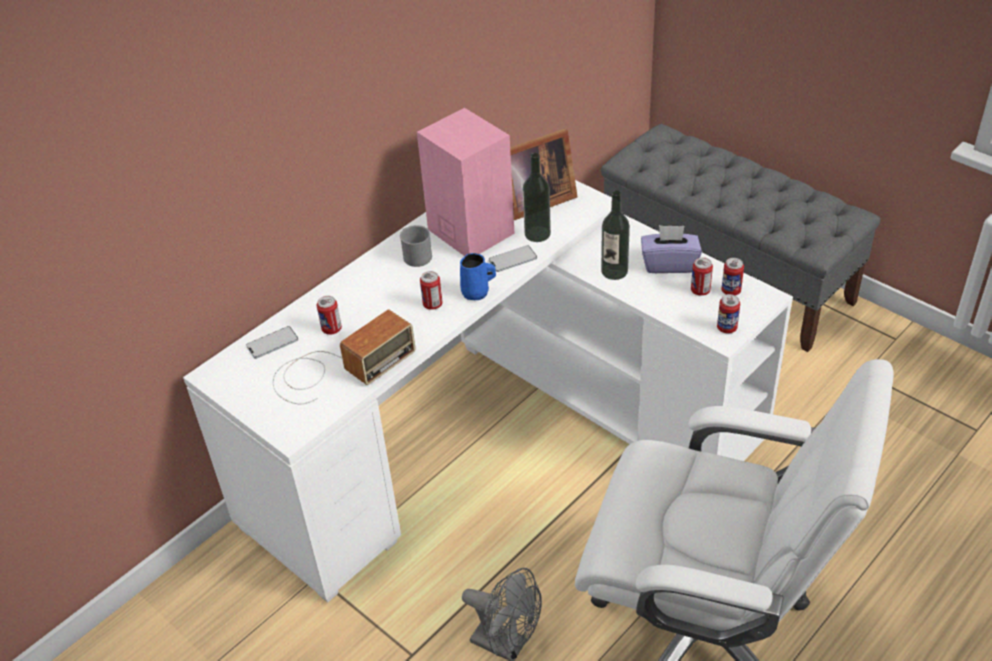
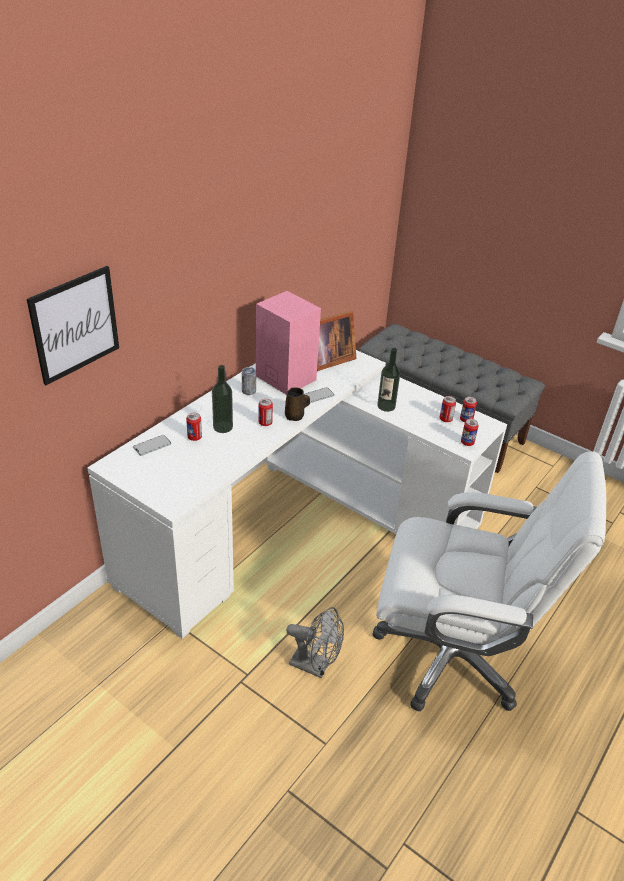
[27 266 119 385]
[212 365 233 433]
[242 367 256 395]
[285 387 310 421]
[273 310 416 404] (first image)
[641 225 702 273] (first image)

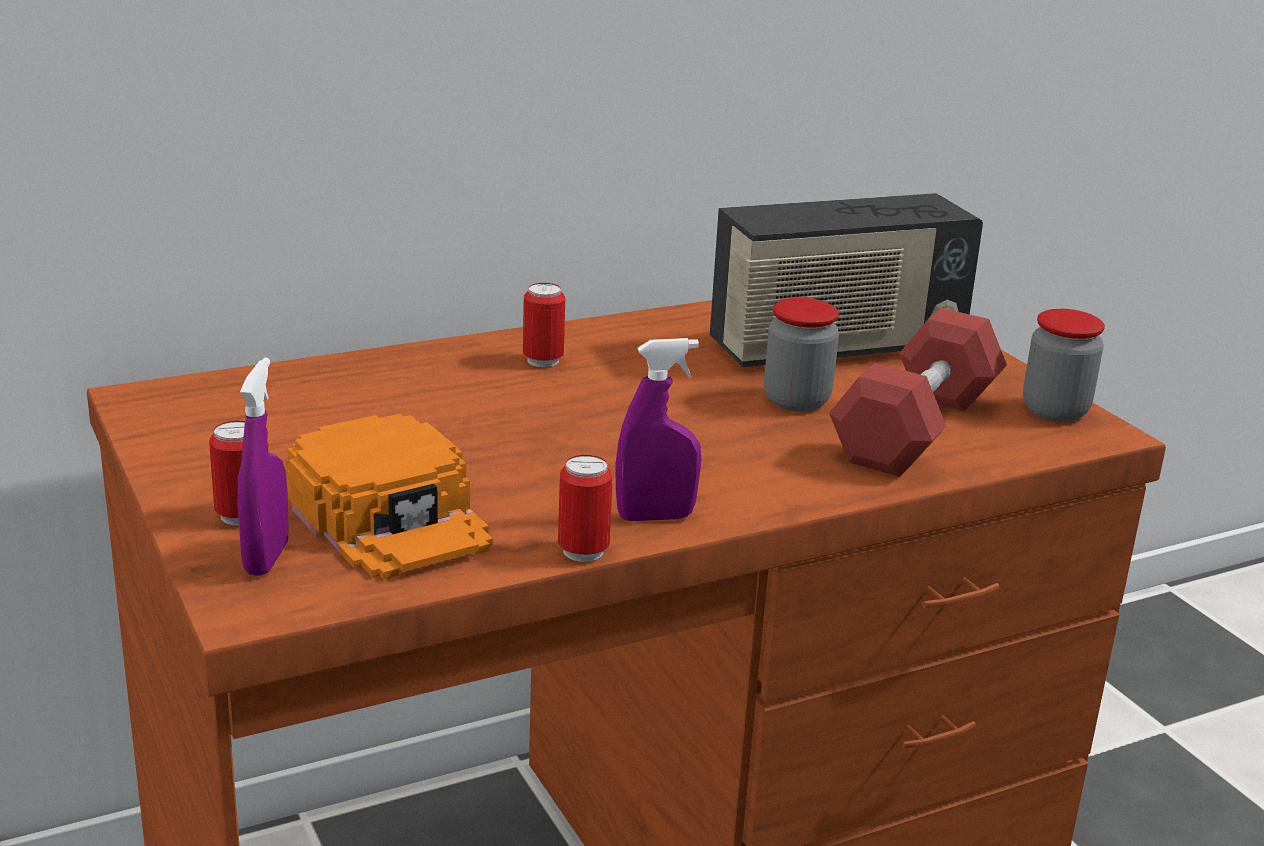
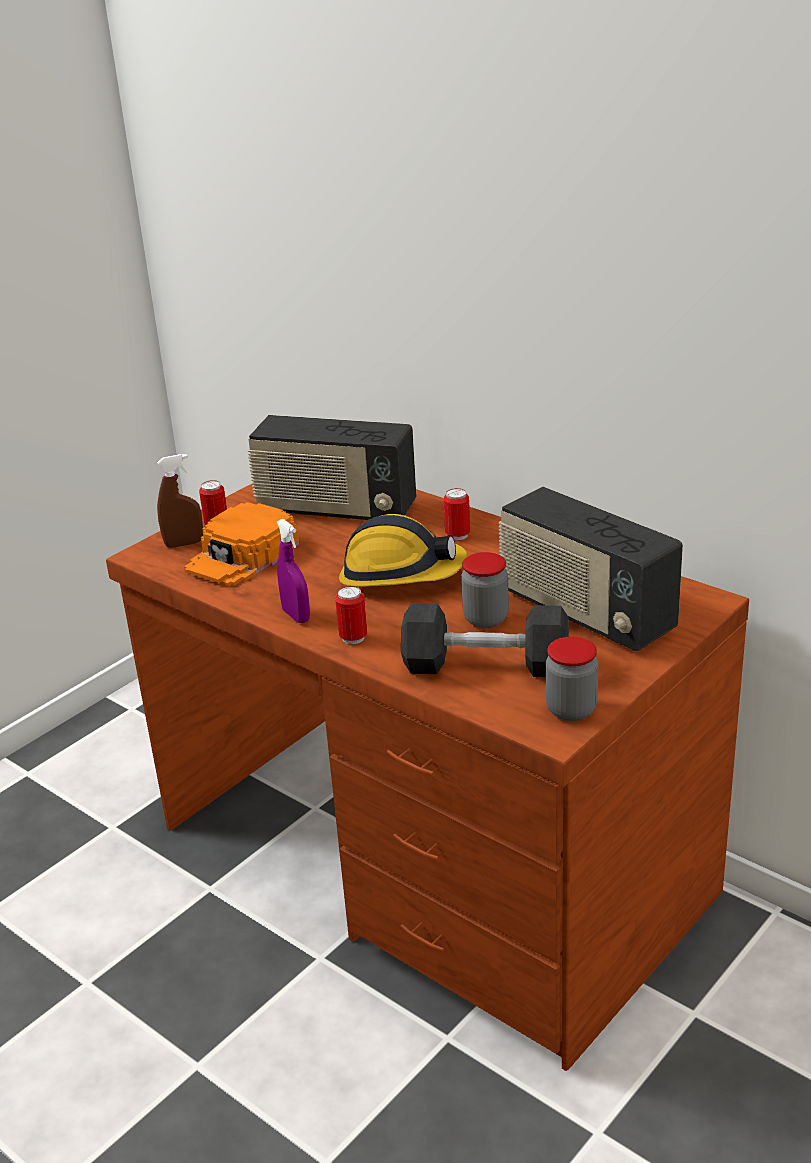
[157 454 203 548]
[248 415 416 520]
[335 586 367 644]
[339 514 467 587]
[401 603 569 677]

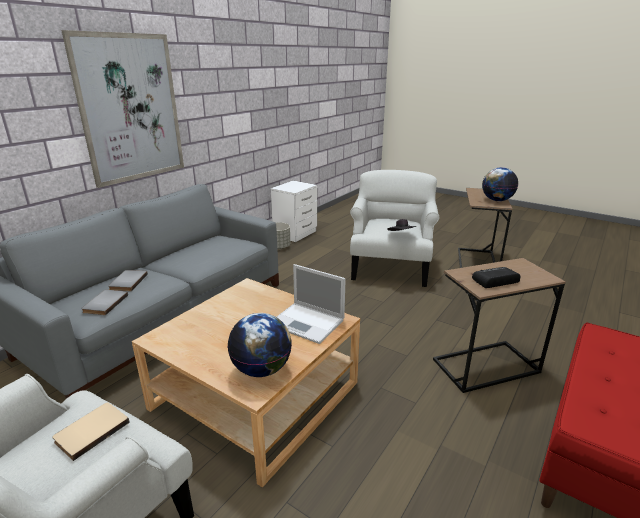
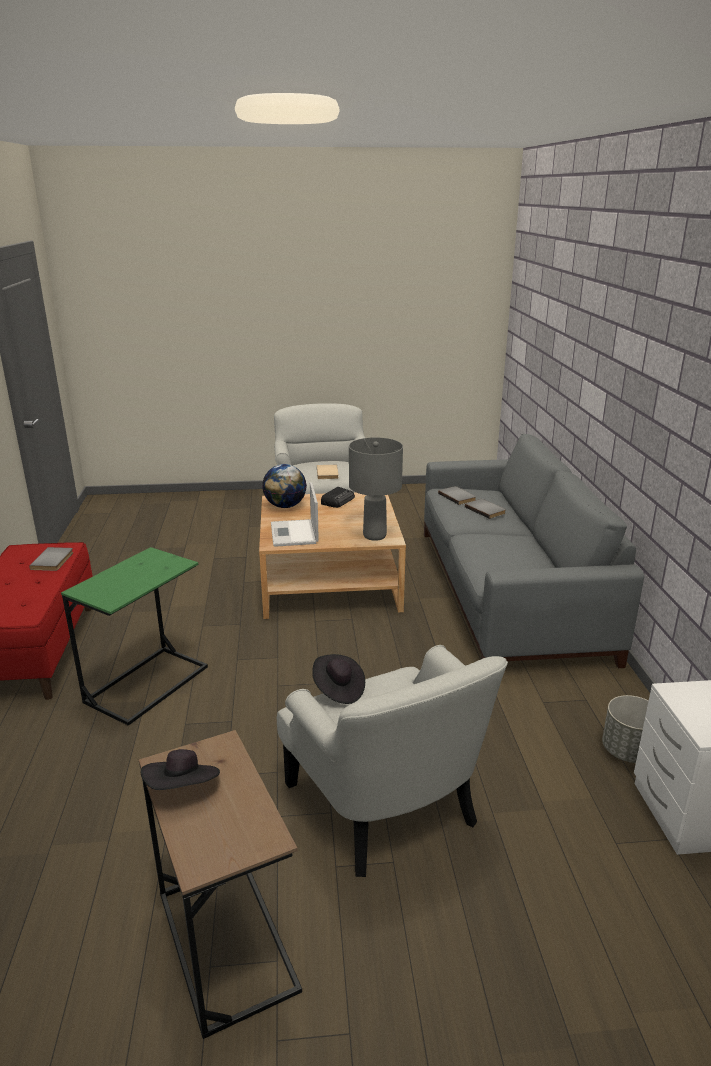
[29 547 73 571]
[61 547 208 726]
[141 749 220 790]
[271 482 319 547]
[321 487 355 508]
[349 438 403 541]
[61 30 184 188] (first image)

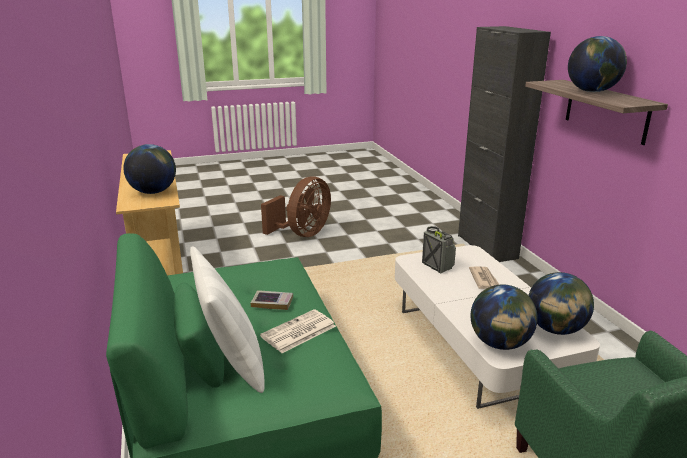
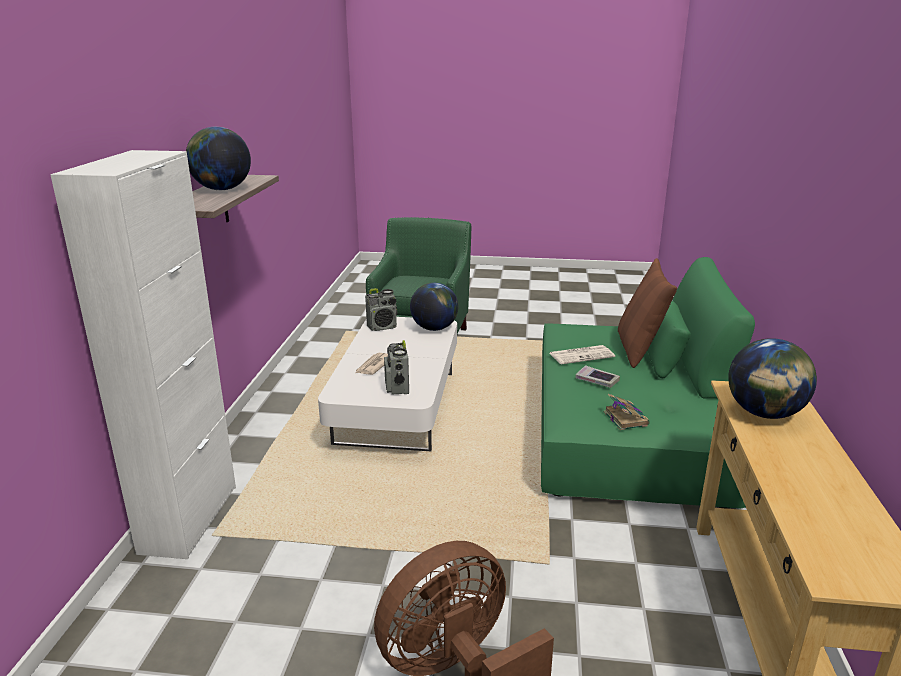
[50 150 236 559]
[365 288 397 331]
[604 394 650 430]
[618 258 677 368]

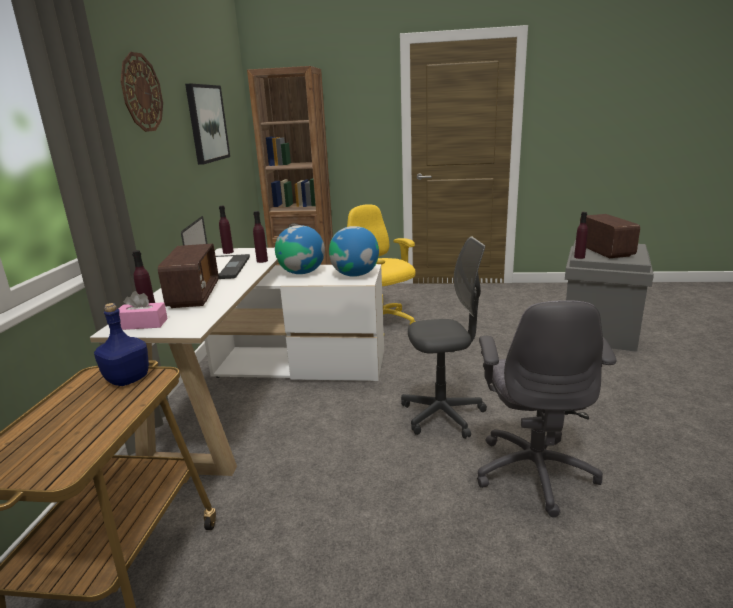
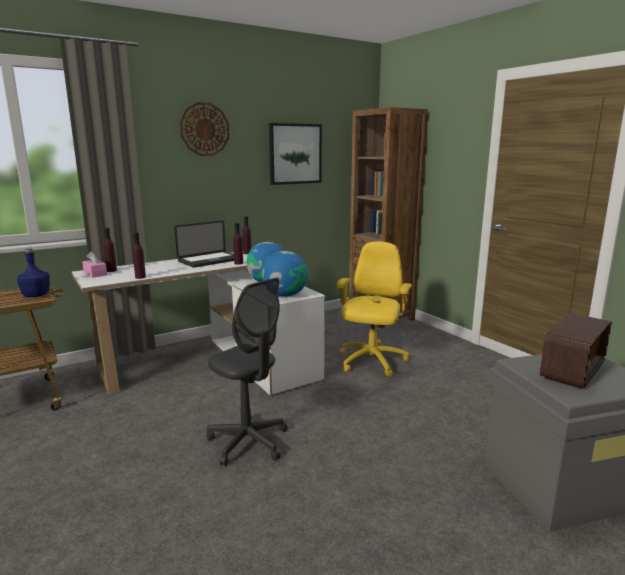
[133 232 146 279]
[158 244 219 308] (first image)
[477 300 616 517] (first image)

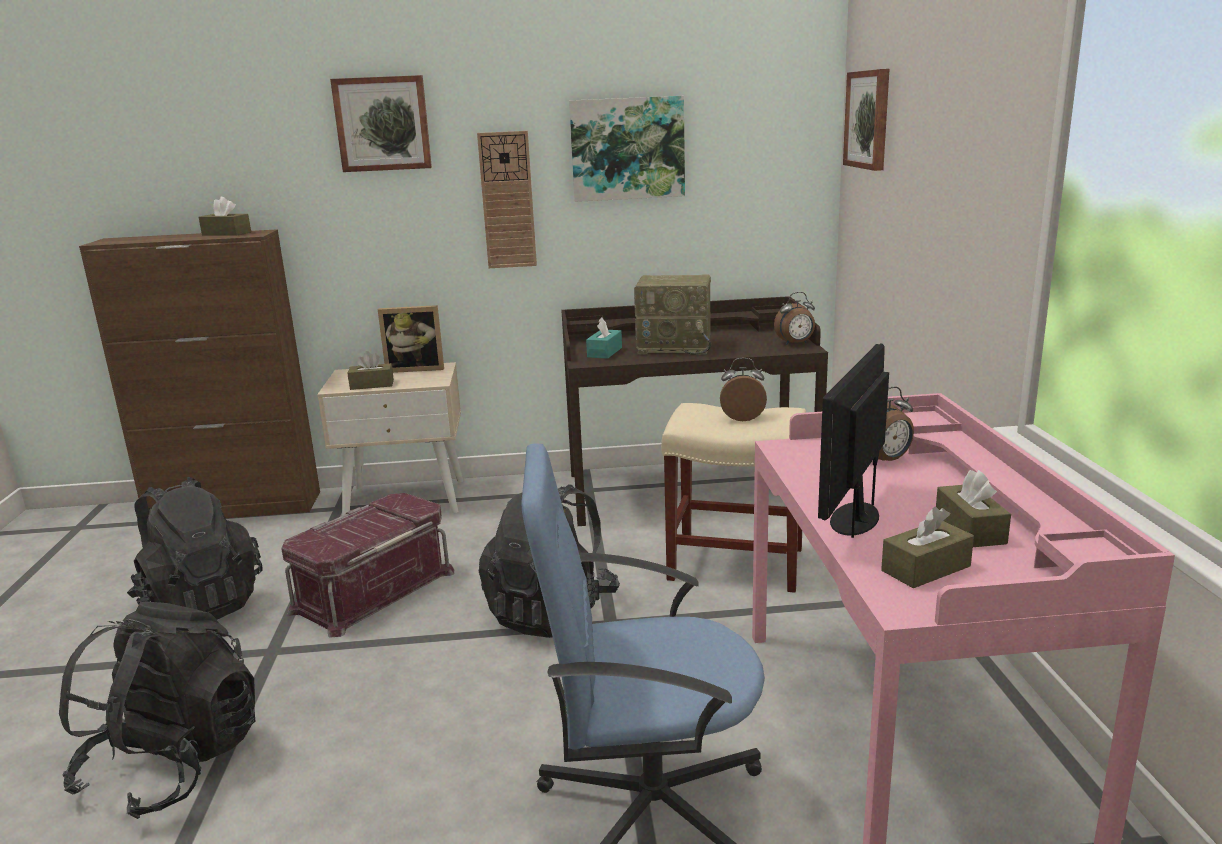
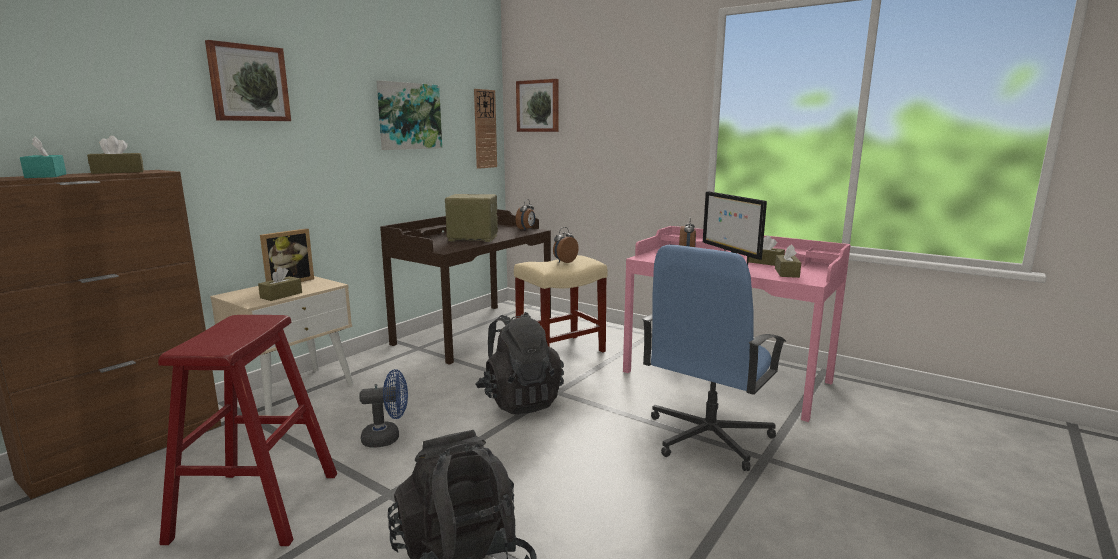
[20 136 67 178]
[158 315 337 546]
[359 369 408 448]
[445 194 498 242]
[474 89 497 169]

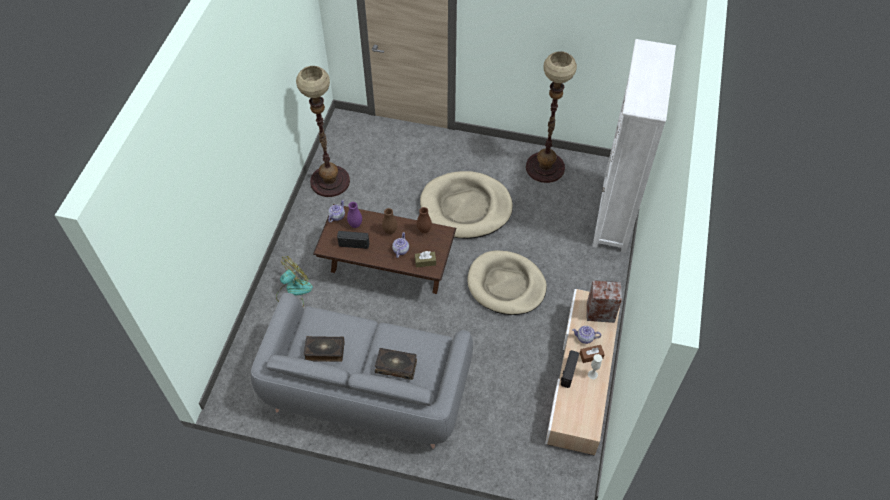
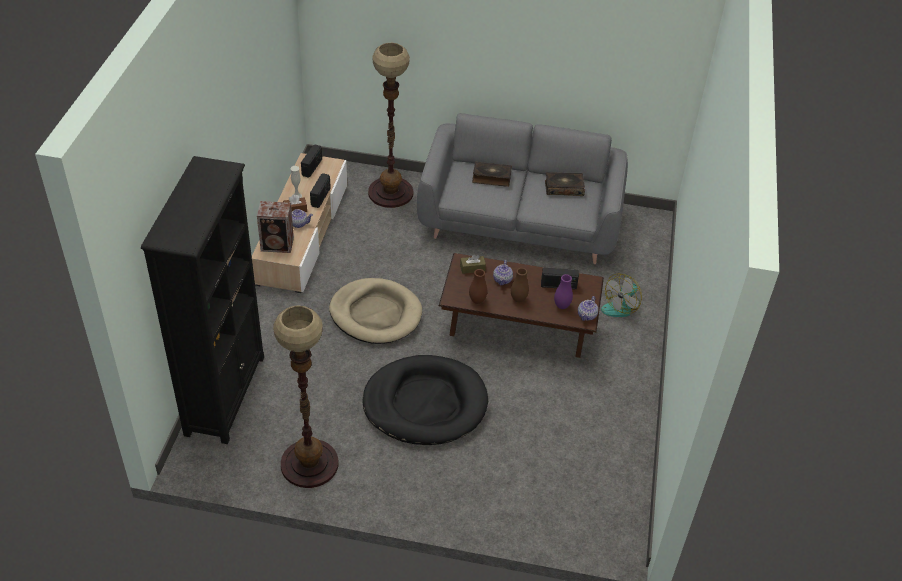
[141 156 264 444]
[301 145 322 178]
[362 355 489 445]
[368 43 413 208]

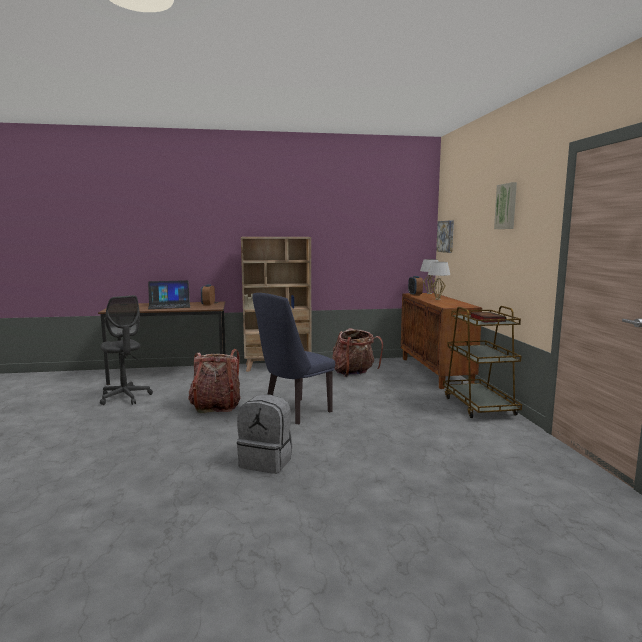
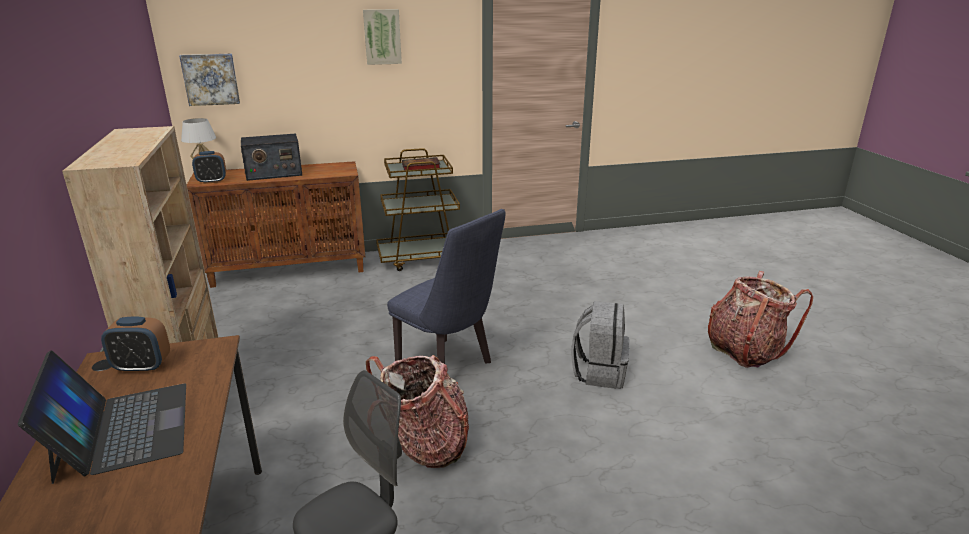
[241 133 303 181]
[708 271 813 368]

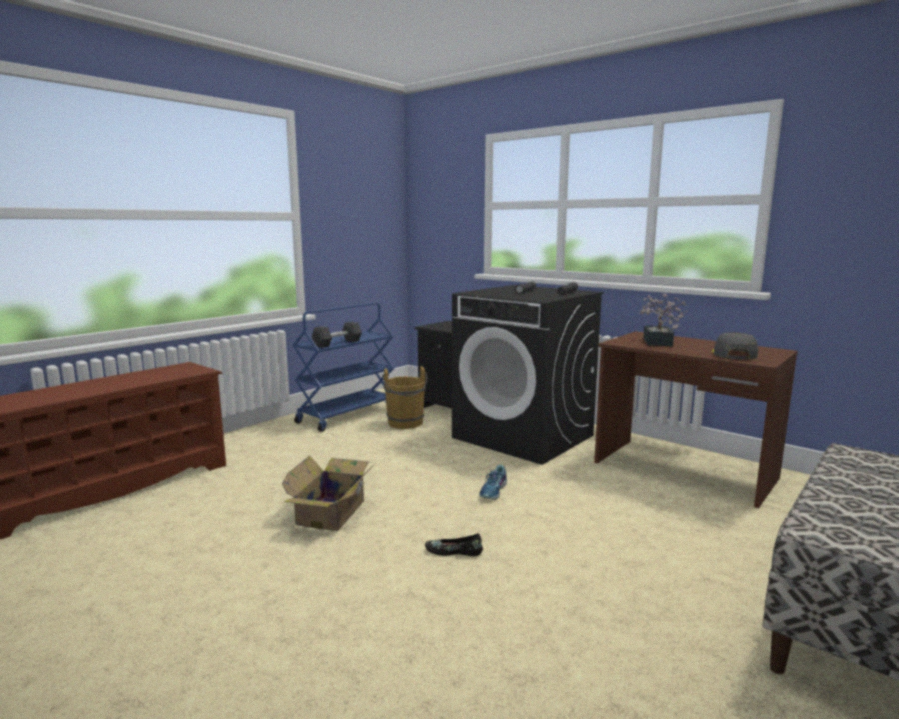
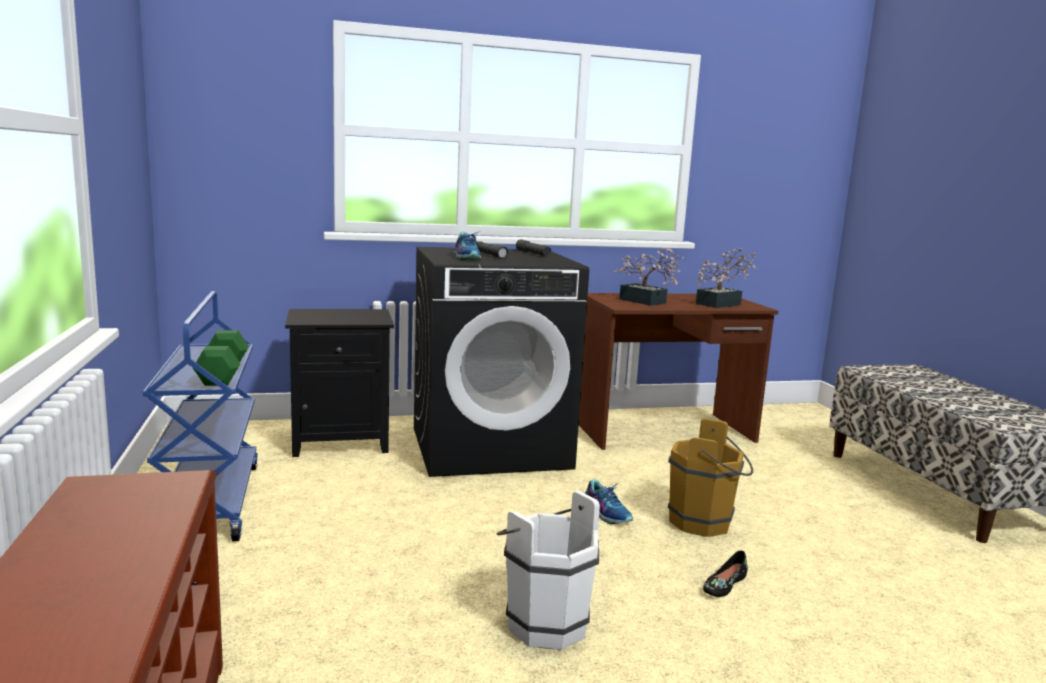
[193 330 249 386]
[454 231 481 260]
[497 490 600 650]
[668 418 753 537]
[696 248 756 308]

